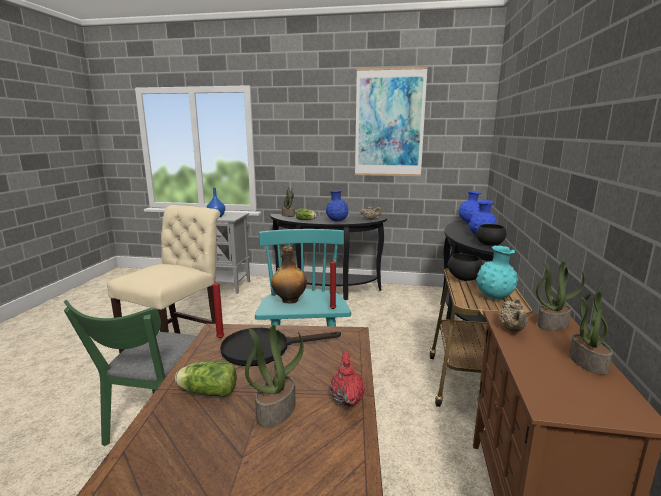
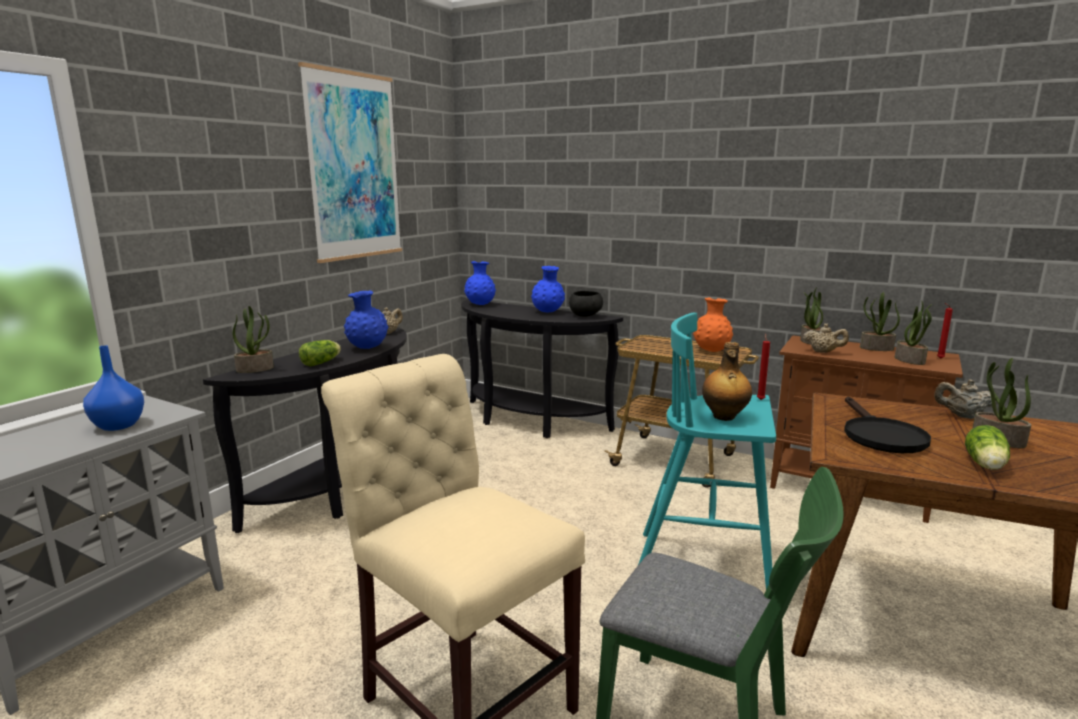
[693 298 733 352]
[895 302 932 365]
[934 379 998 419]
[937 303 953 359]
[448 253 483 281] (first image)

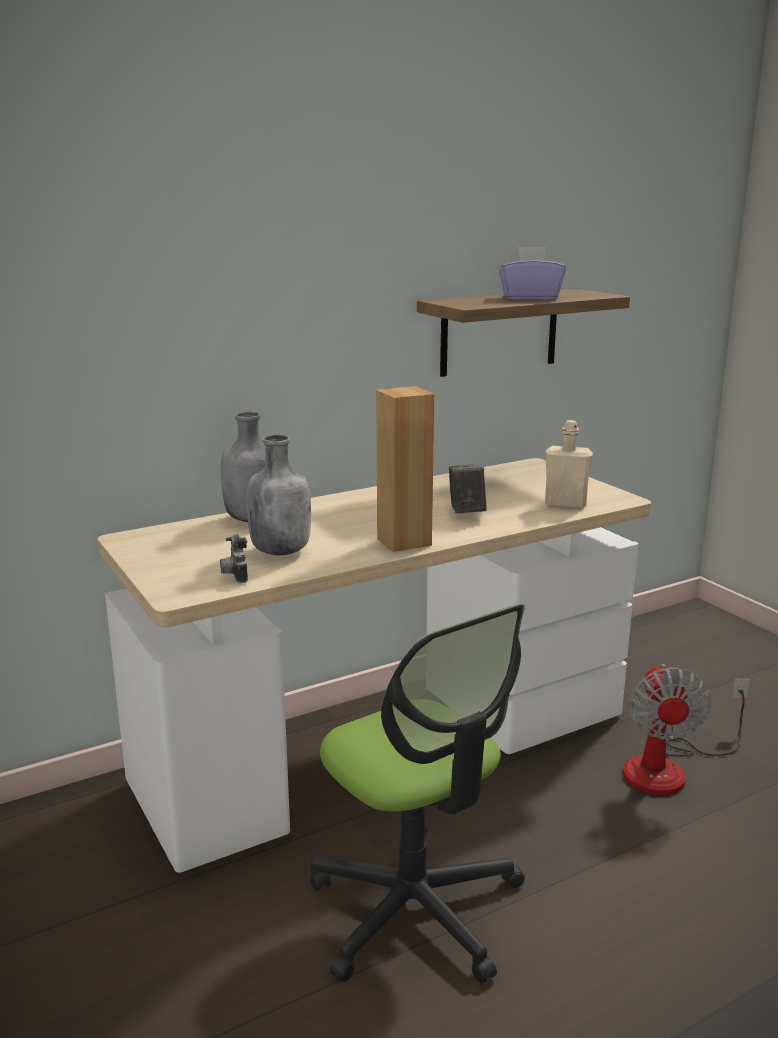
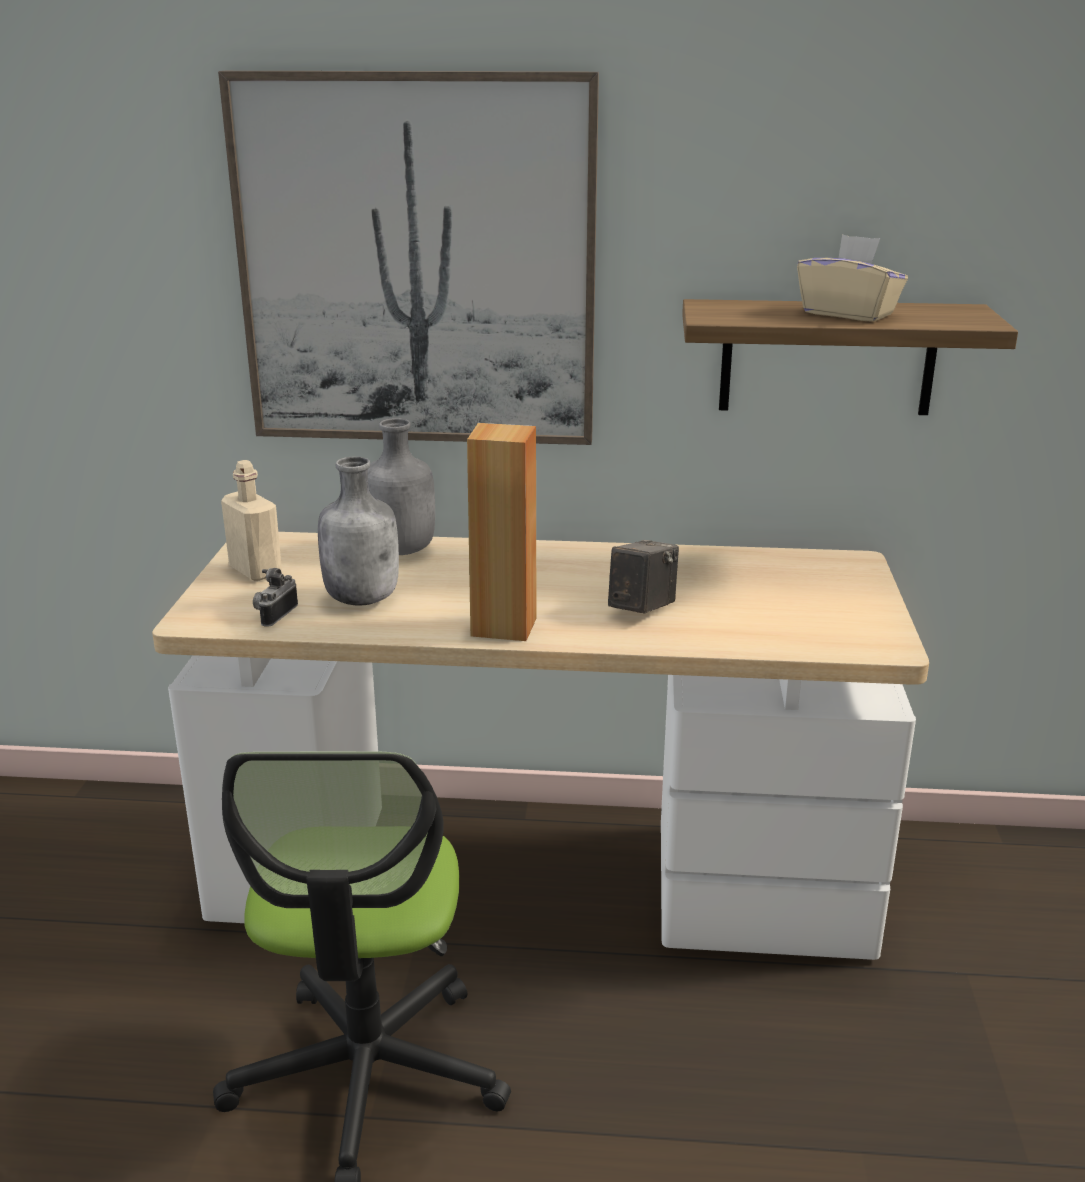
[218 71 599 445]
[221 460 282 581]
[797 234 908 322]
[623 664 750 796] (first image)

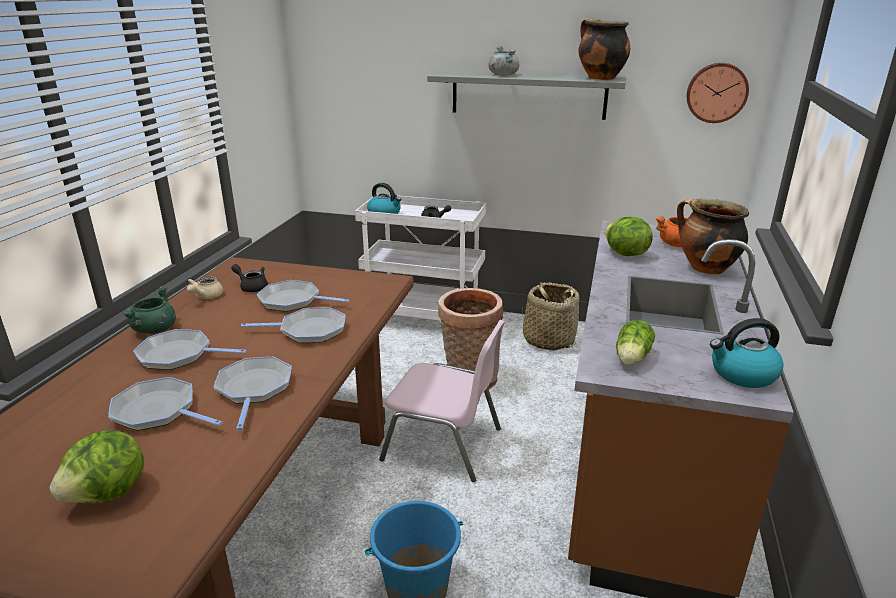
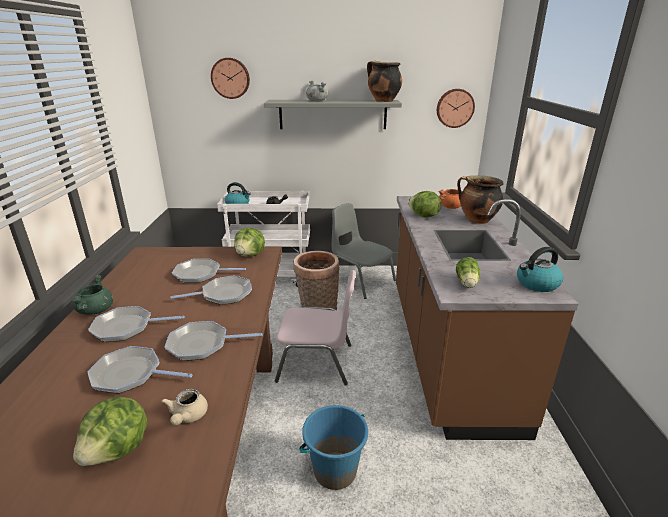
[161 389 208 425]
[165 321 262 361]
[211 58 250 99]
[234 228 265 257]
[331 203 396 299]
[231 264 268 292] (first image)

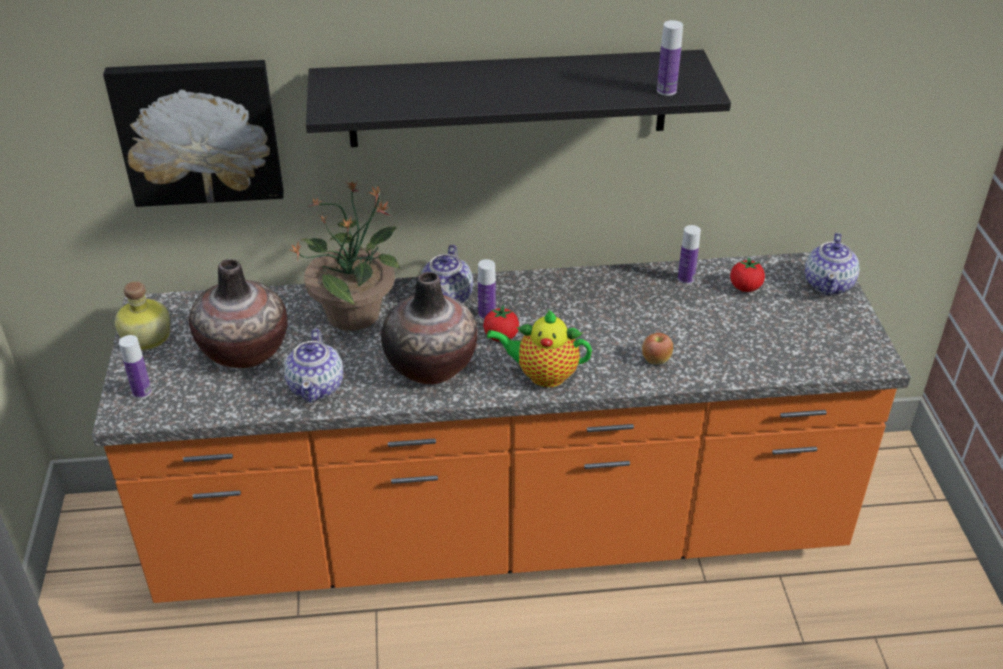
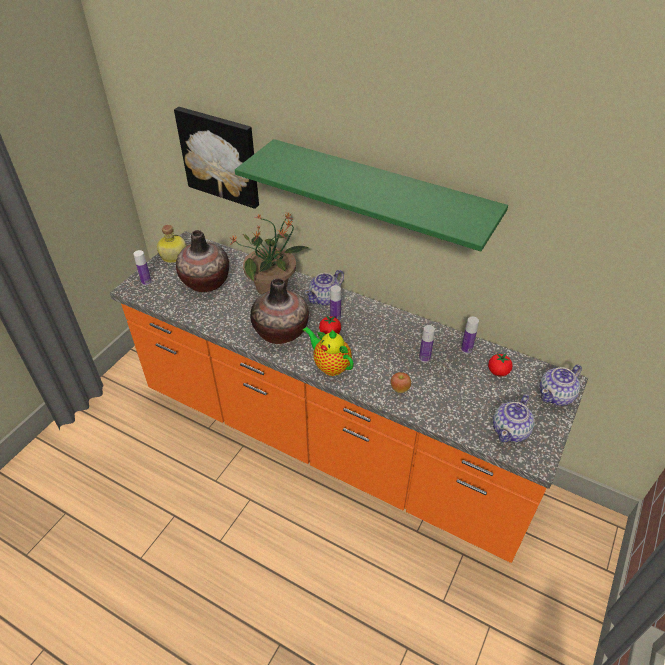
[235 139 508 251]
[419 325 435 362]
[493 394 535 443]

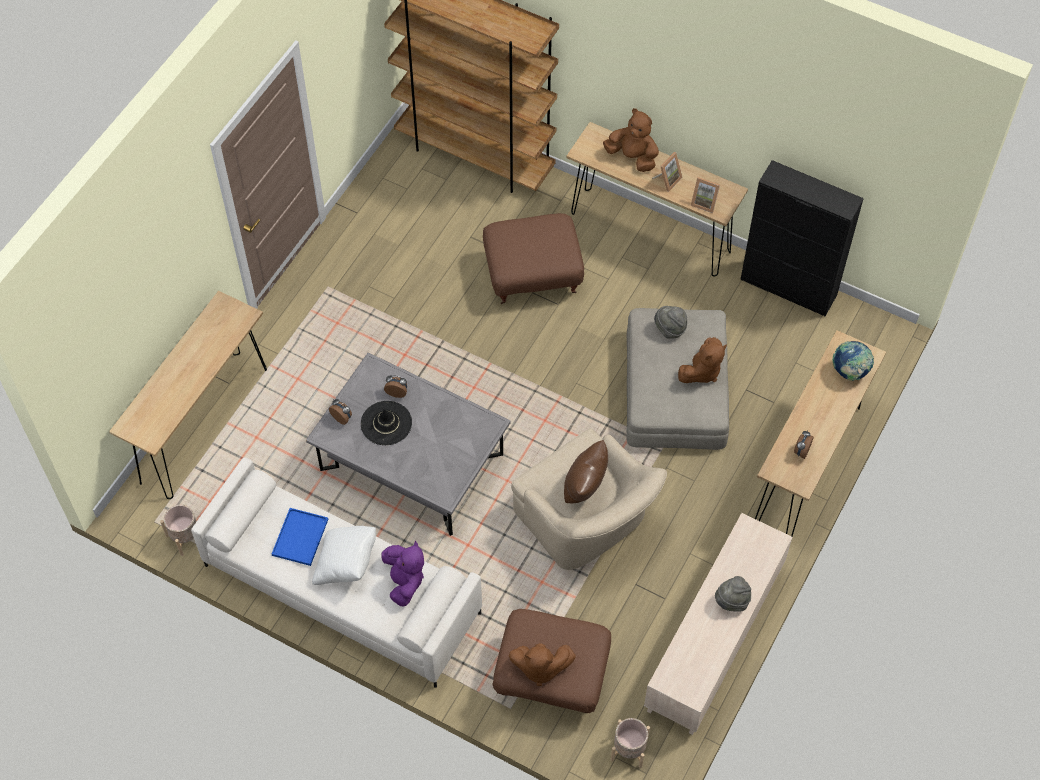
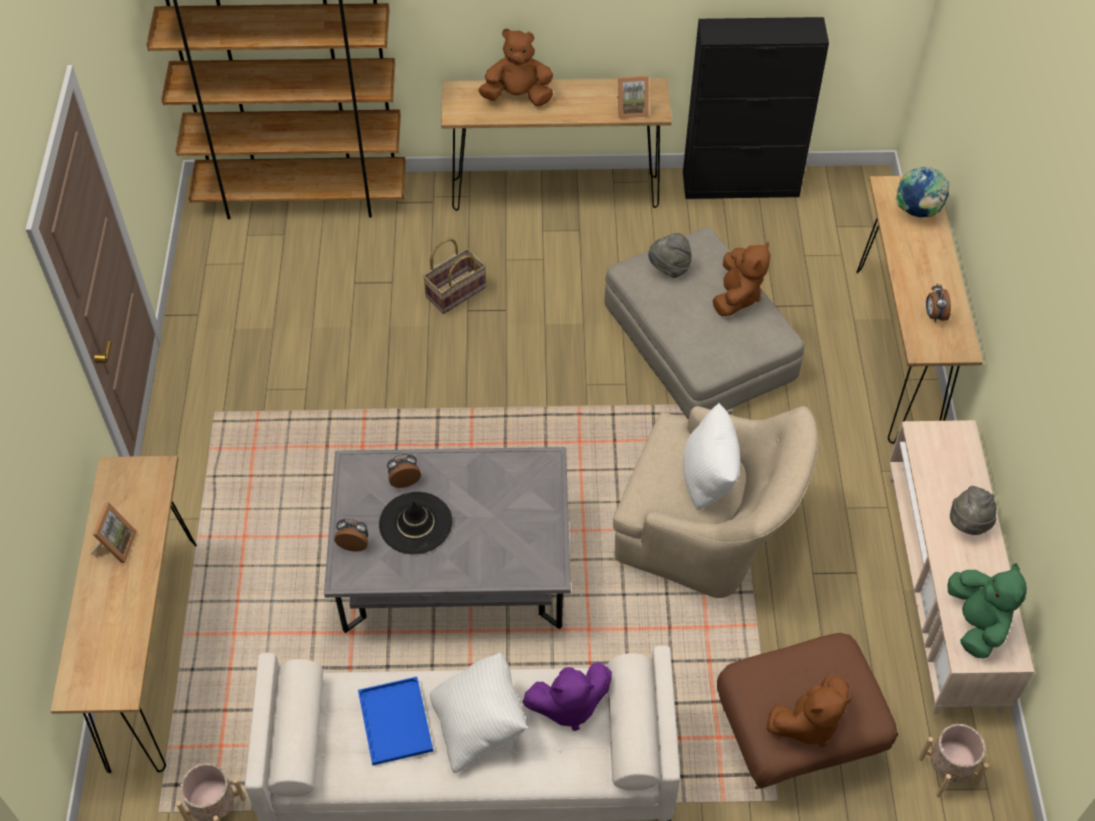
[90 502 137 563]
[423 238 486 314]
[523 662 612 731]
[683 403 740 510]
[947 563 1027 659]

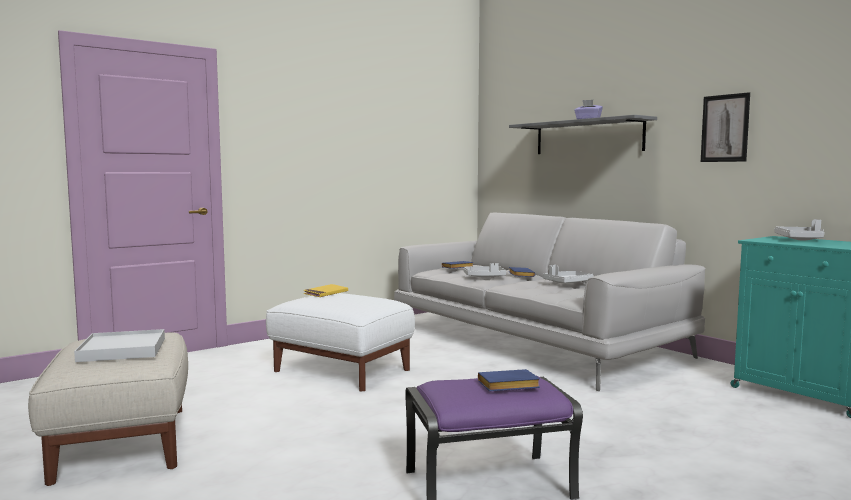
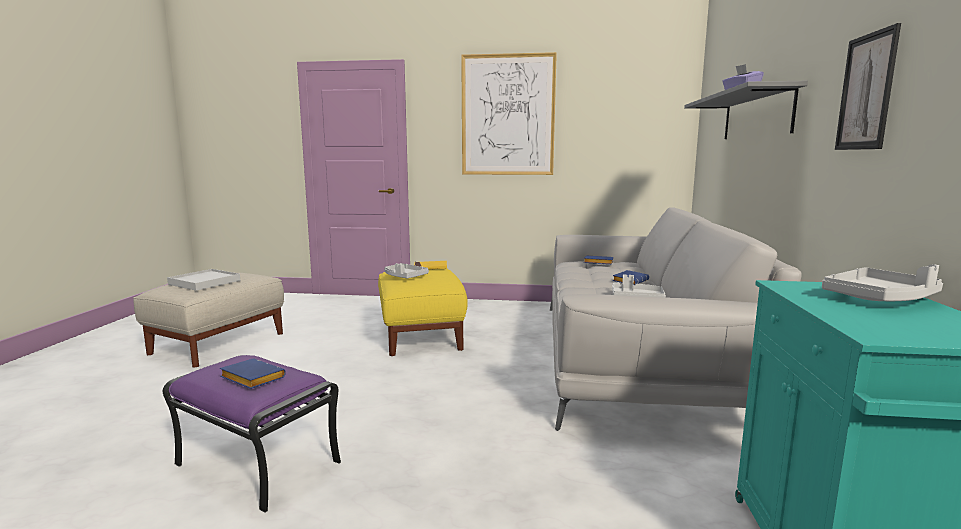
[378 269 468 356]
[384 263 429 278]
[461 52 557 175]

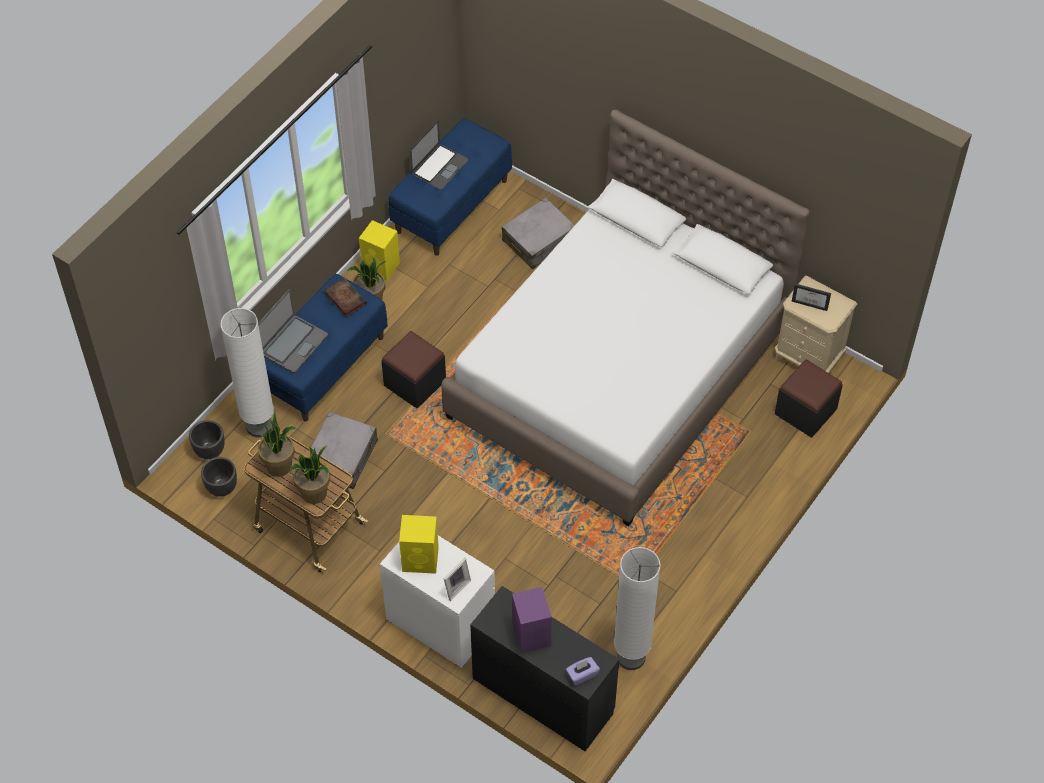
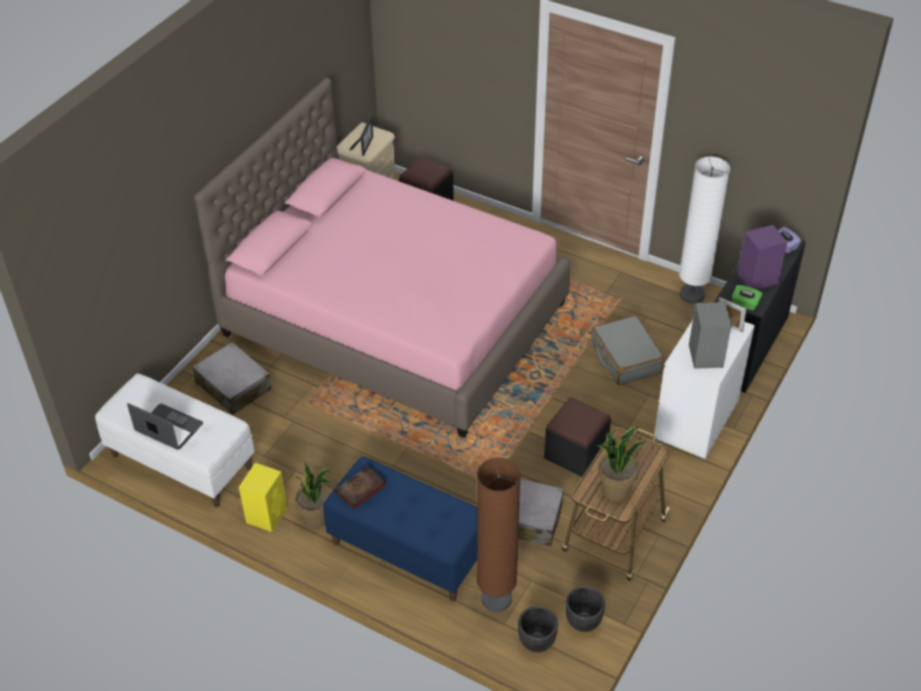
[95 374 255 507]
[194 78 570 438]
[477 458 521 612]
[544 397 611 477]
[592 315 664 385]
[689 302 731 369]
[732 285 763 310]
[258 289 328 373] (first image)
[290 446 330 504] (first image)

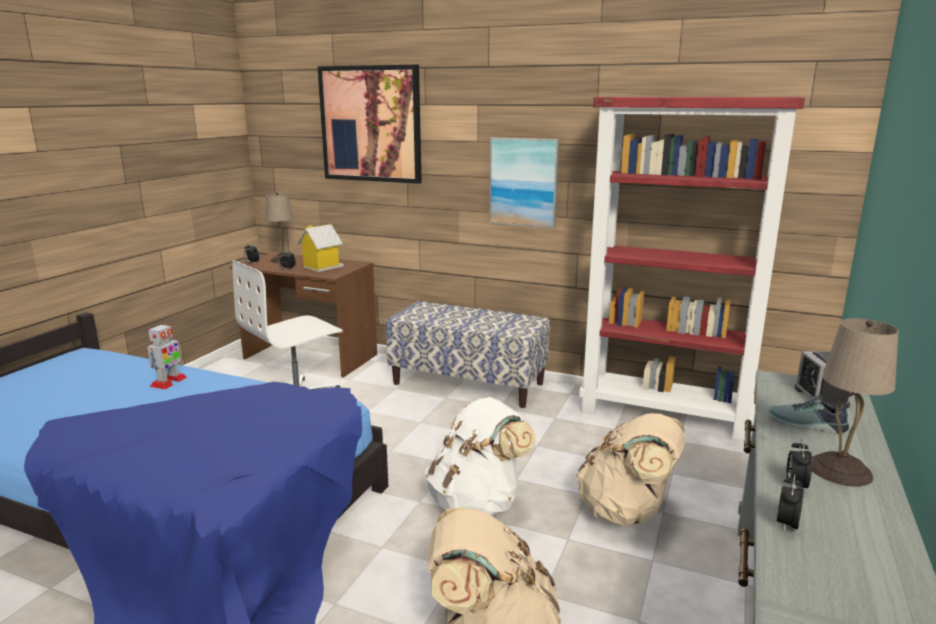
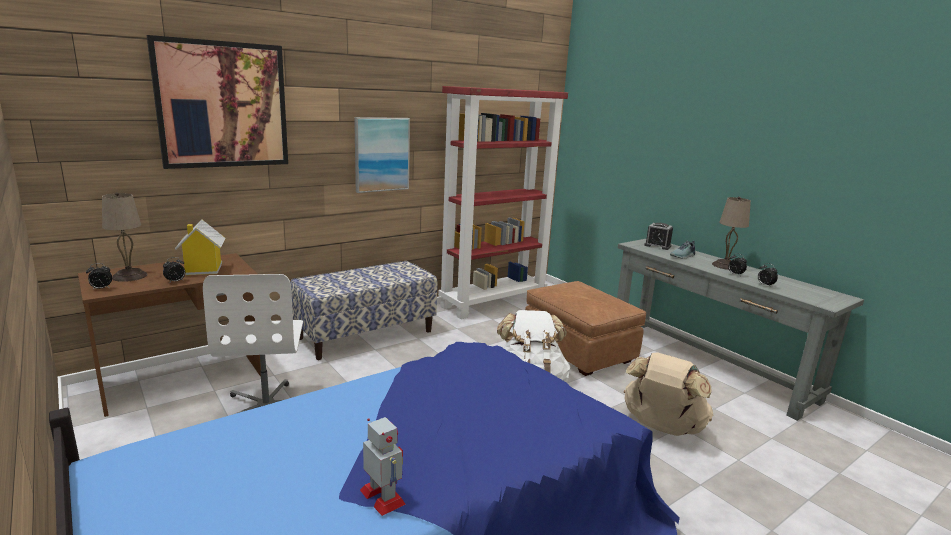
[360 417 406 516]
[525 281 646 376]

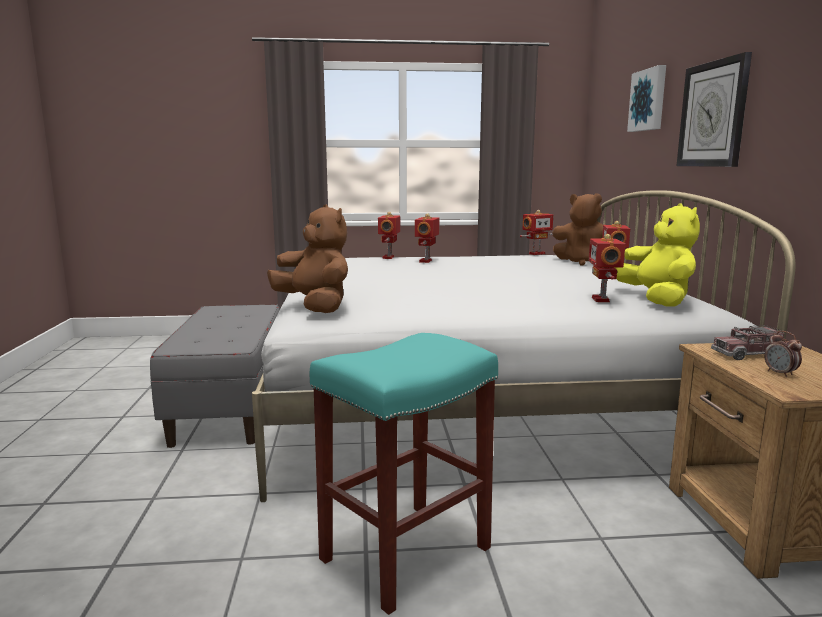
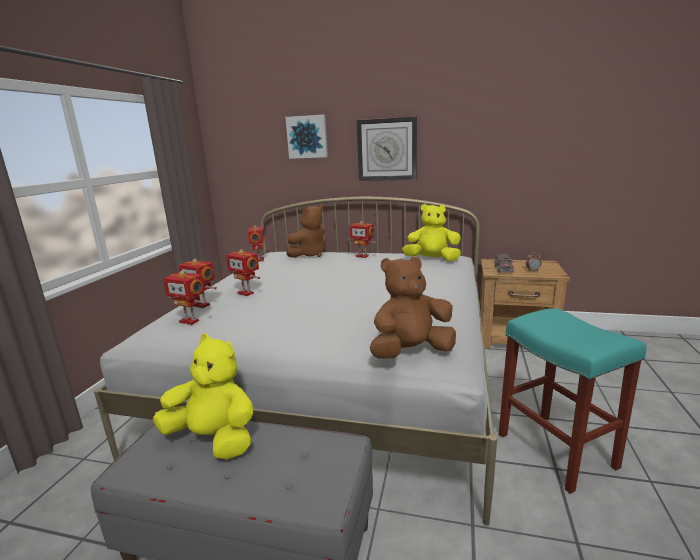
[152 334 253 459]
[163 271 207 325]

